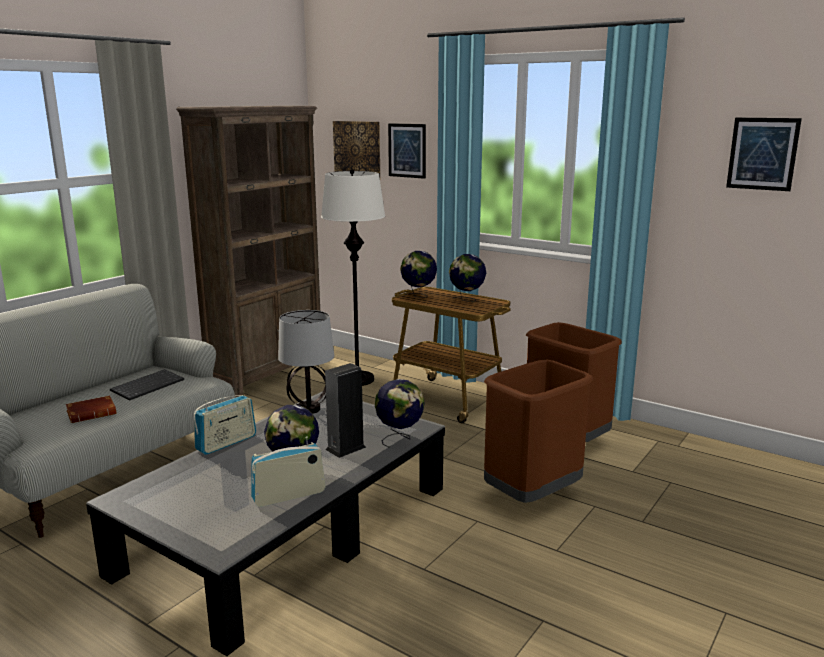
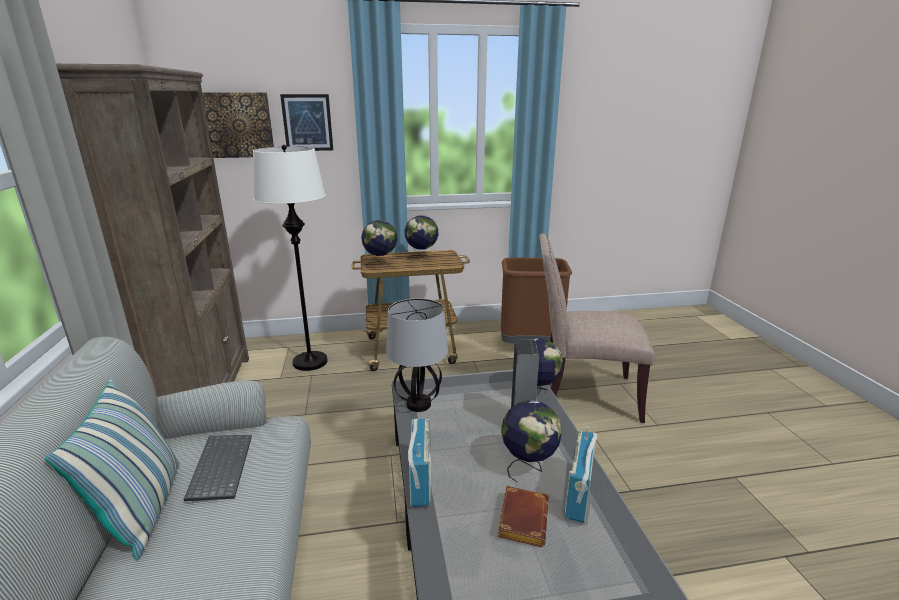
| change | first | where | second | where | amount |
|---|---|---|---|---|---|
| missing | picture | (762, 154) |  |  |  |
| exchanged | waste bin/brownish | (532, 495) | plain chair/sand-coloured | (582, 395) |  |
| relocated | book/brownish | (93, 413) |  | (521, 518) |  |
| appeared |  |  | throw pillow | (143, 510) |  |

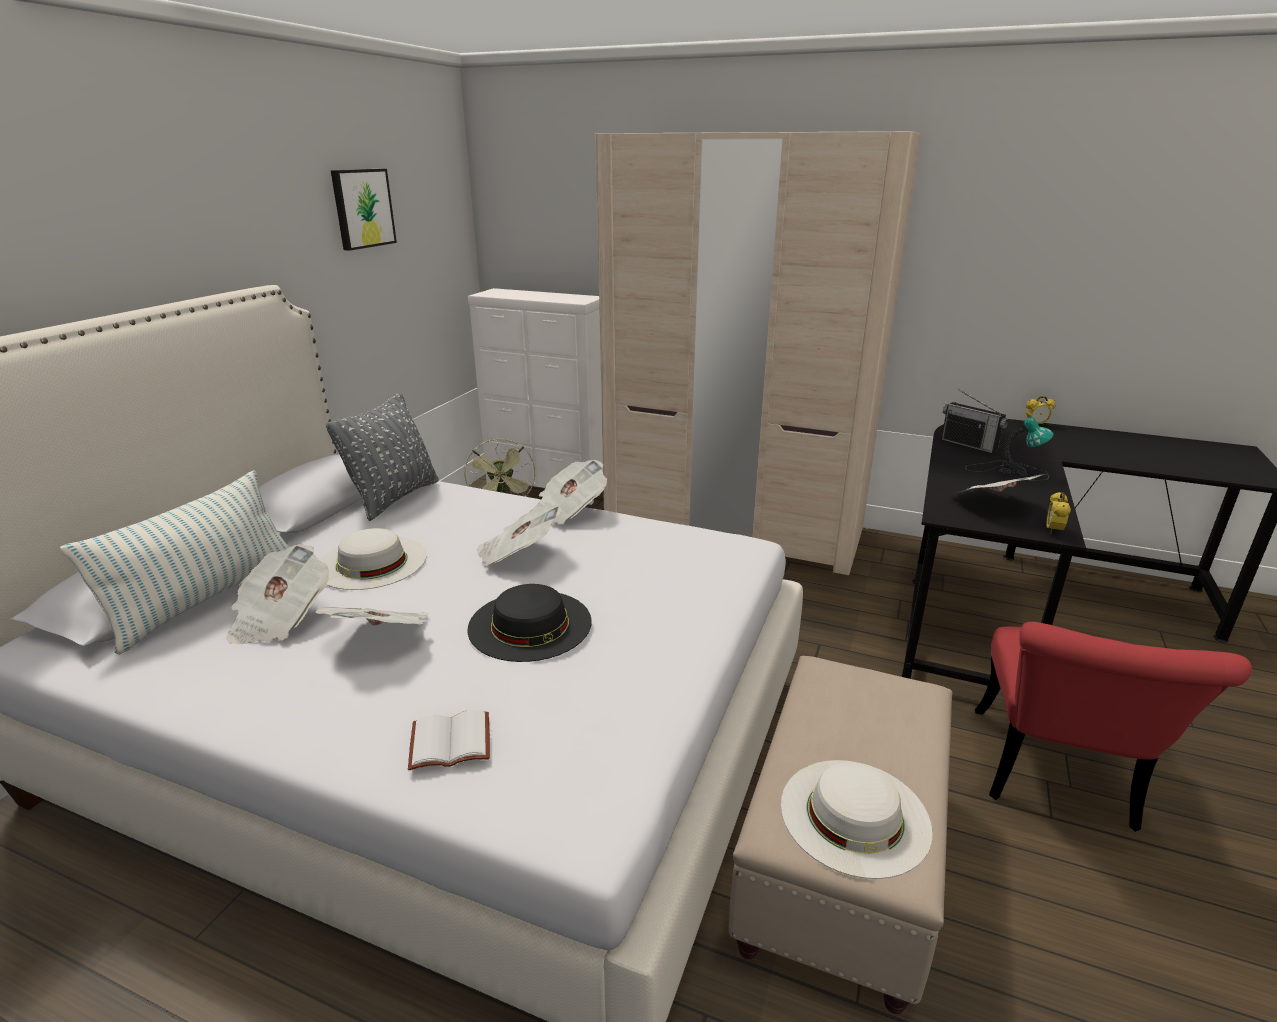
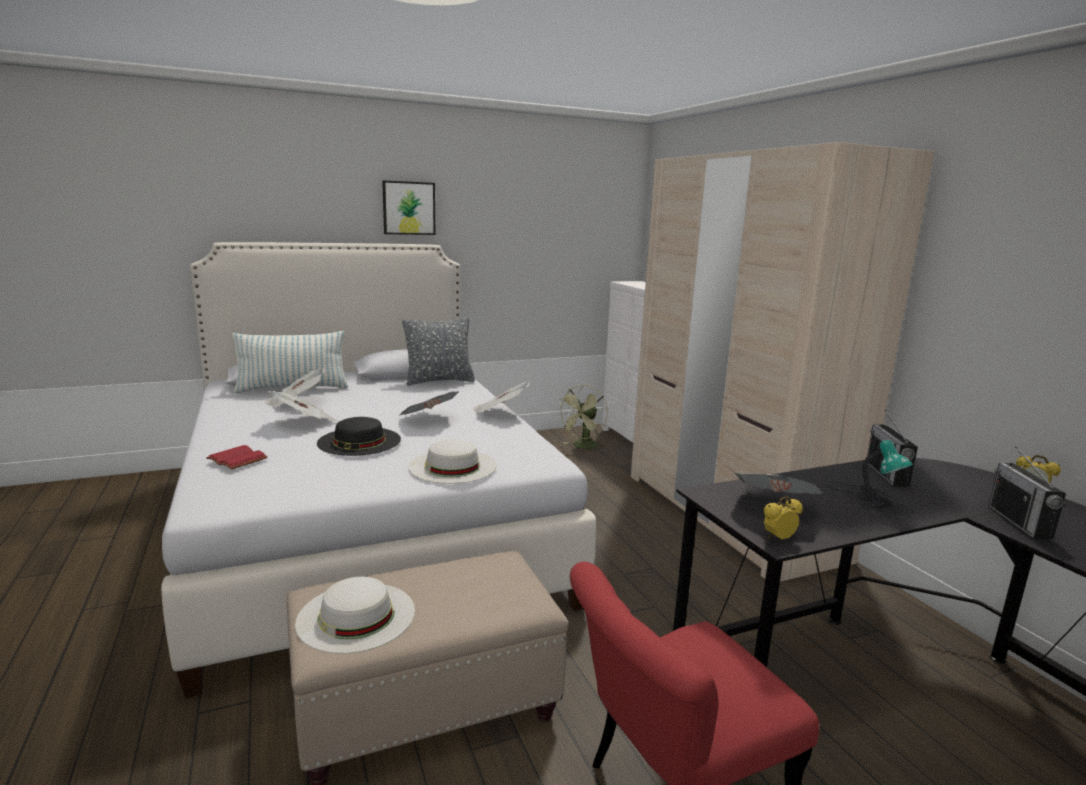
| change | first | where | second | where | amount |
|---|---|---|---|---|---|
| relocated | picture | (362, 208) |  | (408, 208) |  |
| relocated | hat/white-coloured | (372, 562) |  | (452, 466) |  |
| colour | book/white-coloured | (449, 744) | book/red-coloured | (235, 459) |  |
| appeared |  |  | radio receiver | (1019, 522) |  |

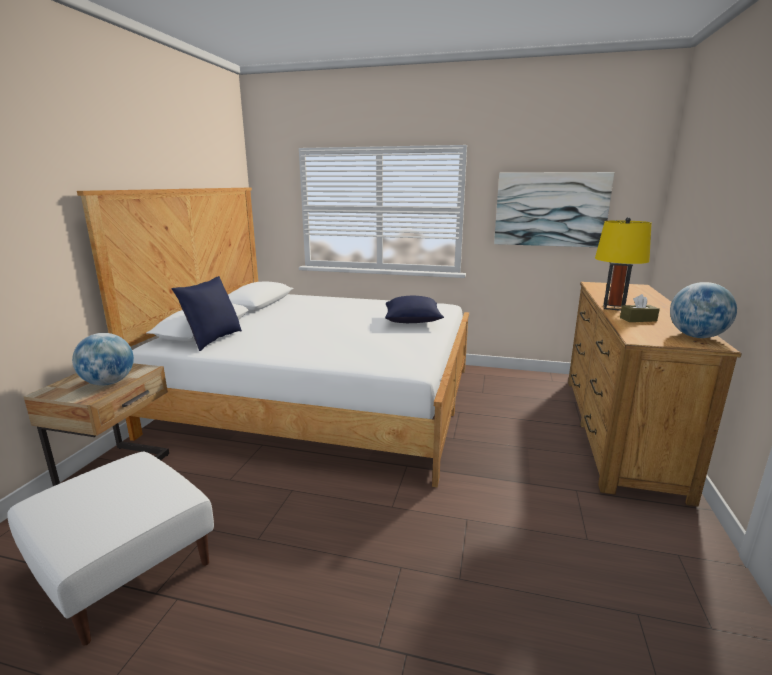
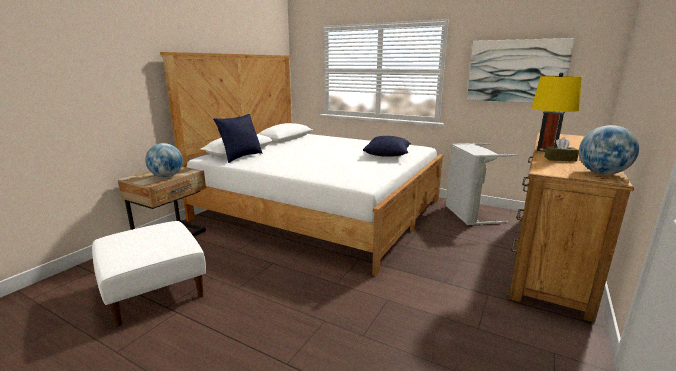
| change | first | where | second | where | amount |
|---|---|---|---|---|---|
| appeared |  |  | laundry basket/grey | (468, 214) |  |

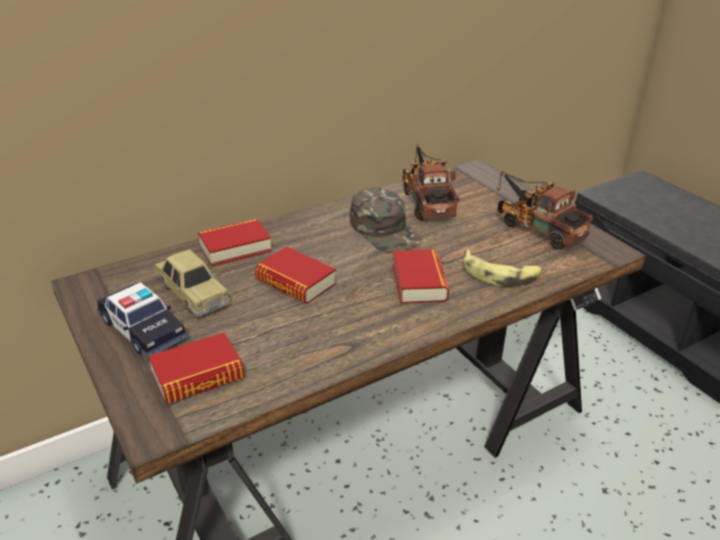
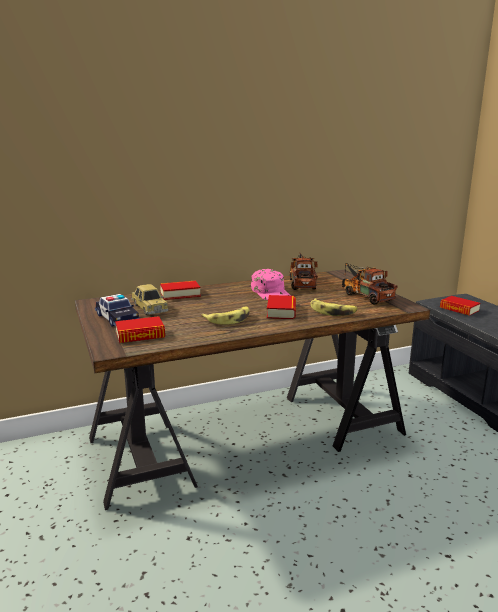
| change | first | where | second | where | amount |
|---|---|---|---|---|---|
| colour | baseball cap/green-coloured | (385, 230) | baseball cap/pink-coloured | (271, 292) |  |
| relocated | book | (295, 282) |  | (459, 309) |  |
| appeared |  |  | banana | (229, 319) |  |

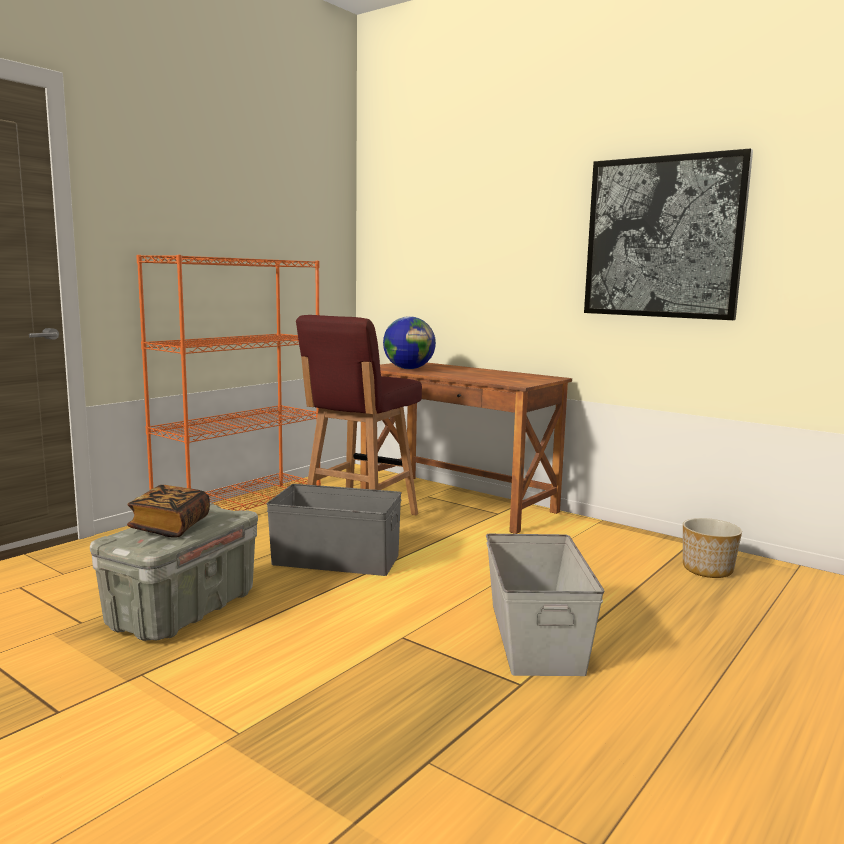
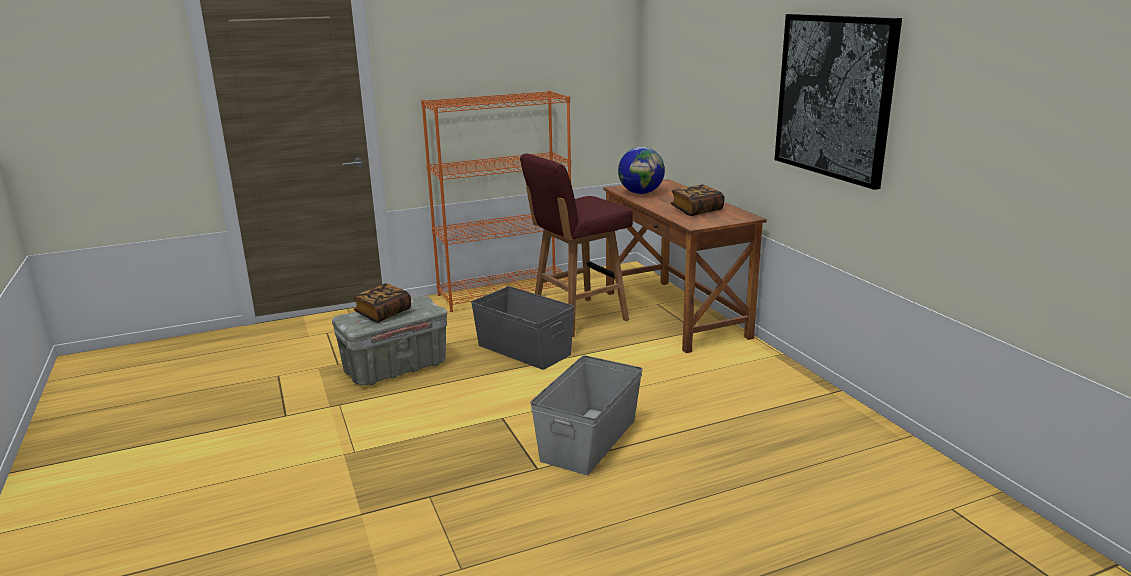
| change | first | where | second | where | amount |
|---|---|---|---|---|---|
| missing | flower pot | (707, 569) |  |  |  |
| appeared |  |  | book | (696, 210) |  |

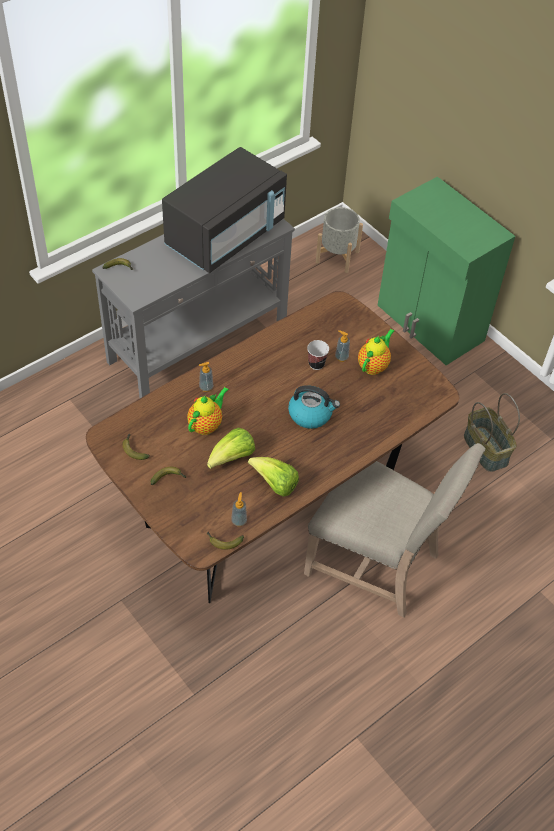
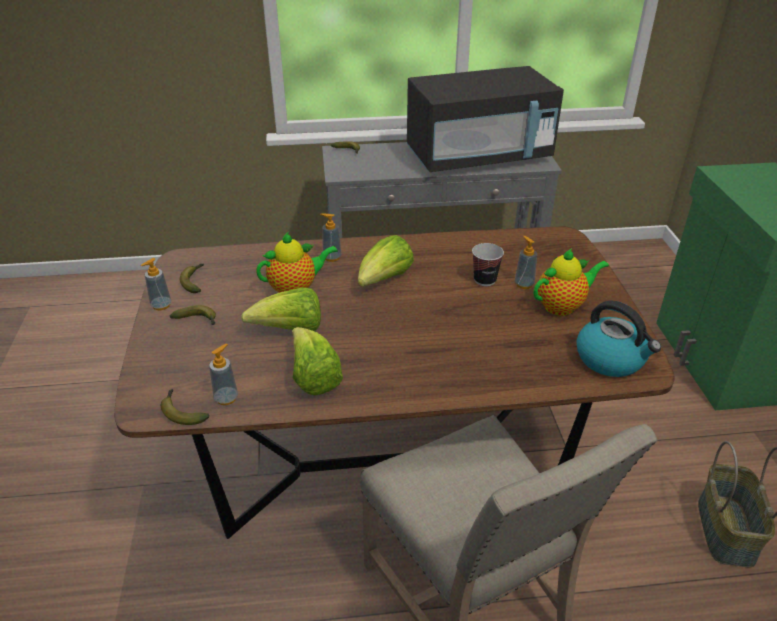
| change | first | where | second | where | amount |
|---|---|---|---|---|---|
| missing | flower pot/grey | (337, 257) |  |  |  |
| relocated | kettle | (311, 414) |  | (611, 359) |  |
| appeared |  |  | head of lettuce | (384, 280) |  |
| appeared |  |  | soap dispenser | (161, 305) |  |

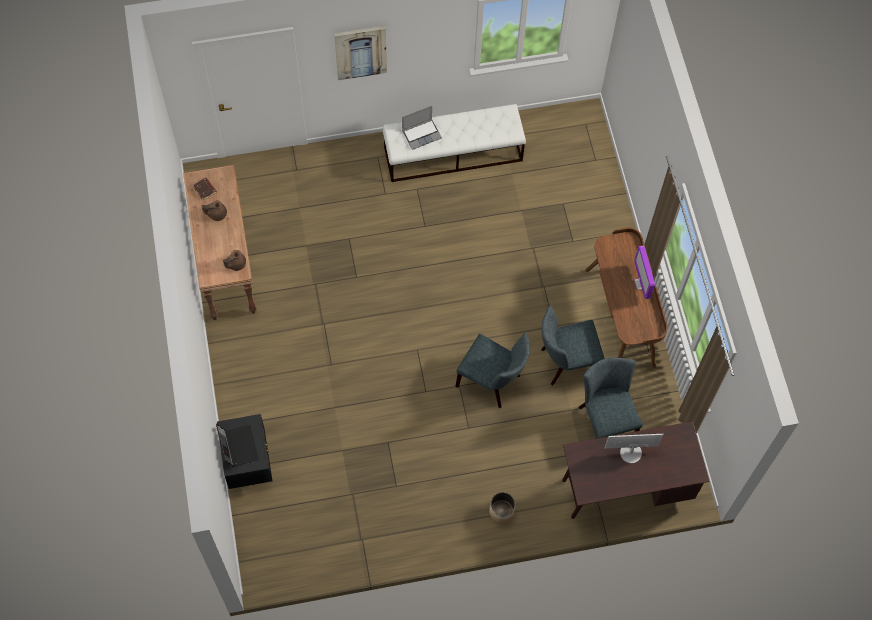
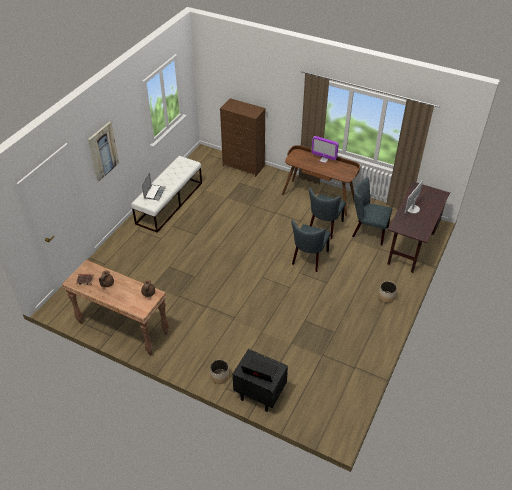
| change | first | where | second | where | amount |
|---|---|---|---|---|---|
| spun | plain chair/grey | (492, 381) |  | (309, 259) | 135 degrees clockwise |
| appeared |  |  | drawer chest/brownish | (244, 166) |  |
| appeared |  |  | flower pot | (219, 376) |  |

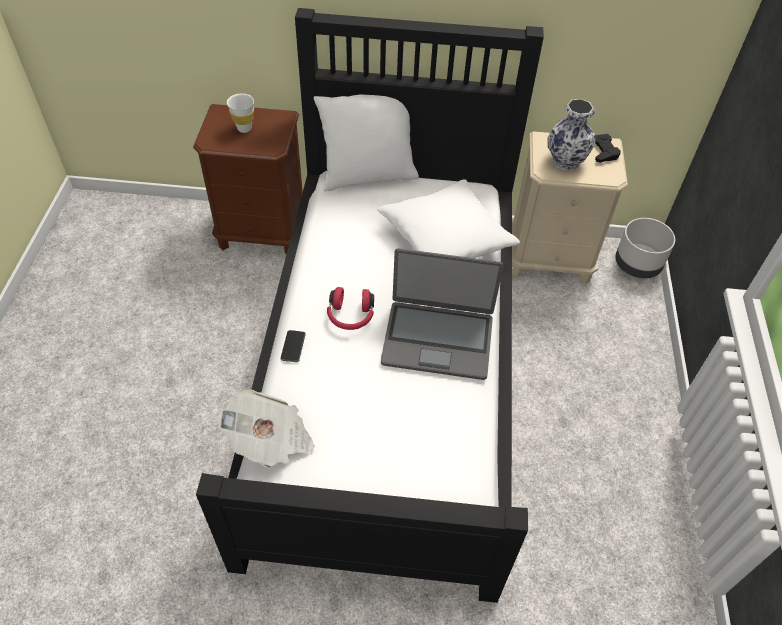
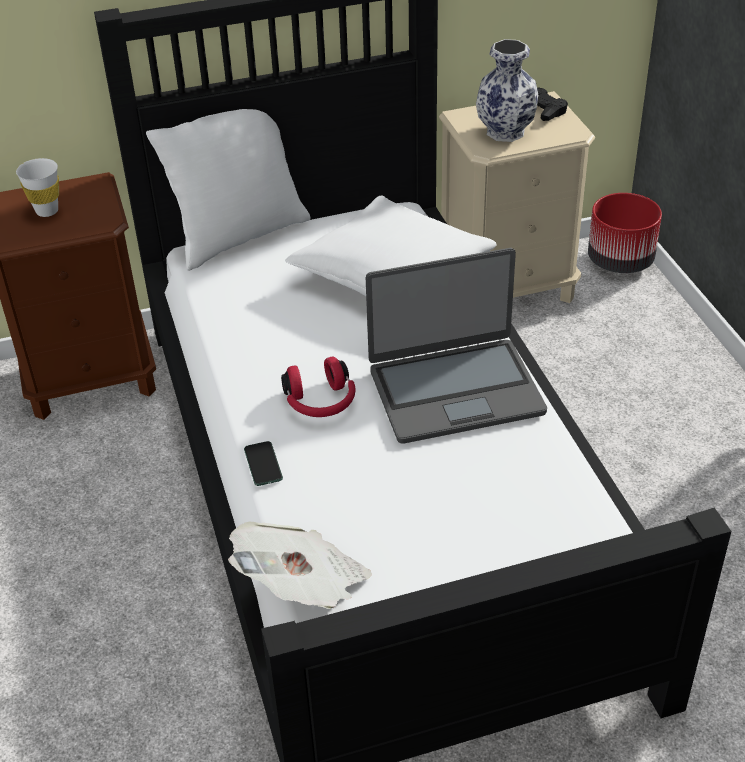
| change | first | where | second | where | amount |
|---|---|---|---|---|---|
| colour | flower pot/grey | (637, 265) | flower pot/red-coloured | (620, 261) |  |

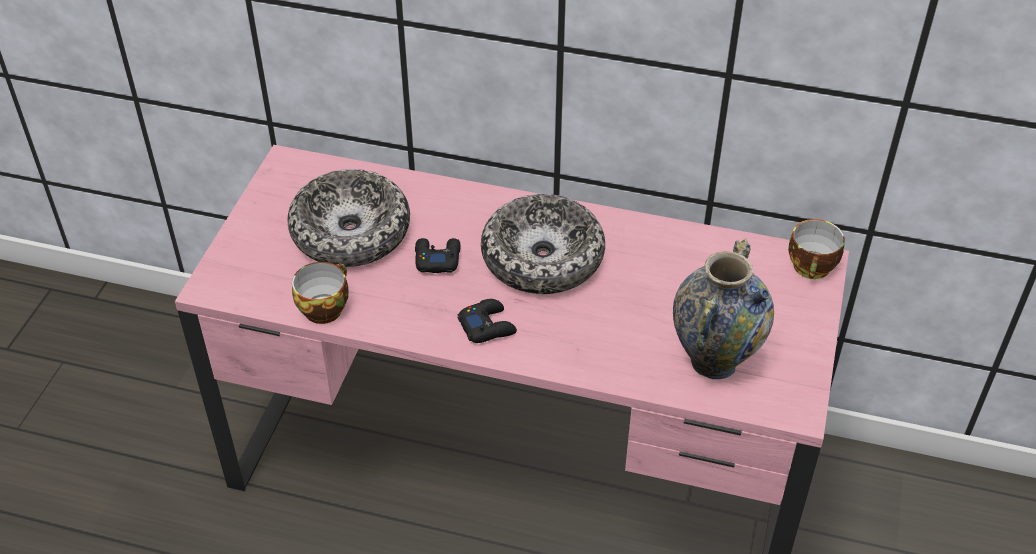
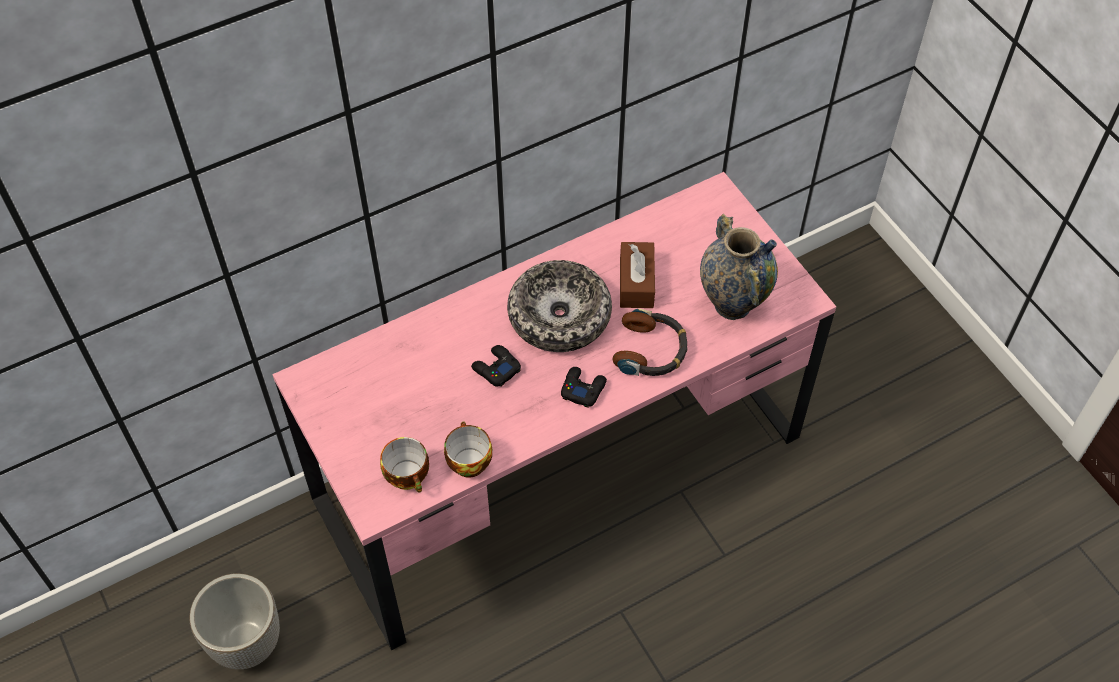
| change | first | where | second | where | amount |
|---|---|---|---|---|---|
| missing | serving bowl | (351, 232) |  |  |  |
| relocated | cup | (812, 268) |  | (409, 476) |  |
| appeared |  |  | tissue holder/brownish | (636, 283) |  |
| appeared |  |  | headphones | (651, 350) |  |
| appeared |  |  | flower pot | (246, 642) |  |

